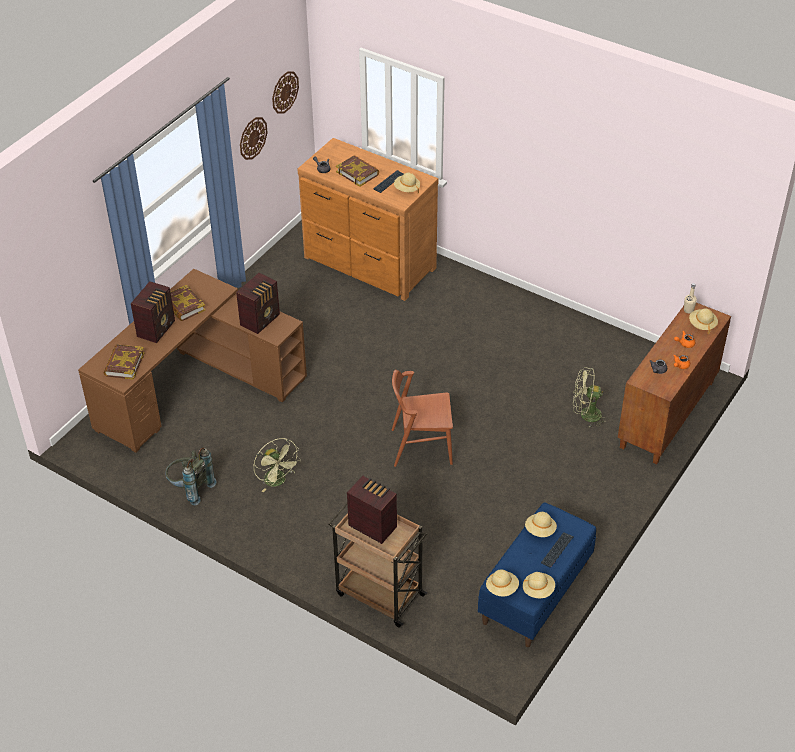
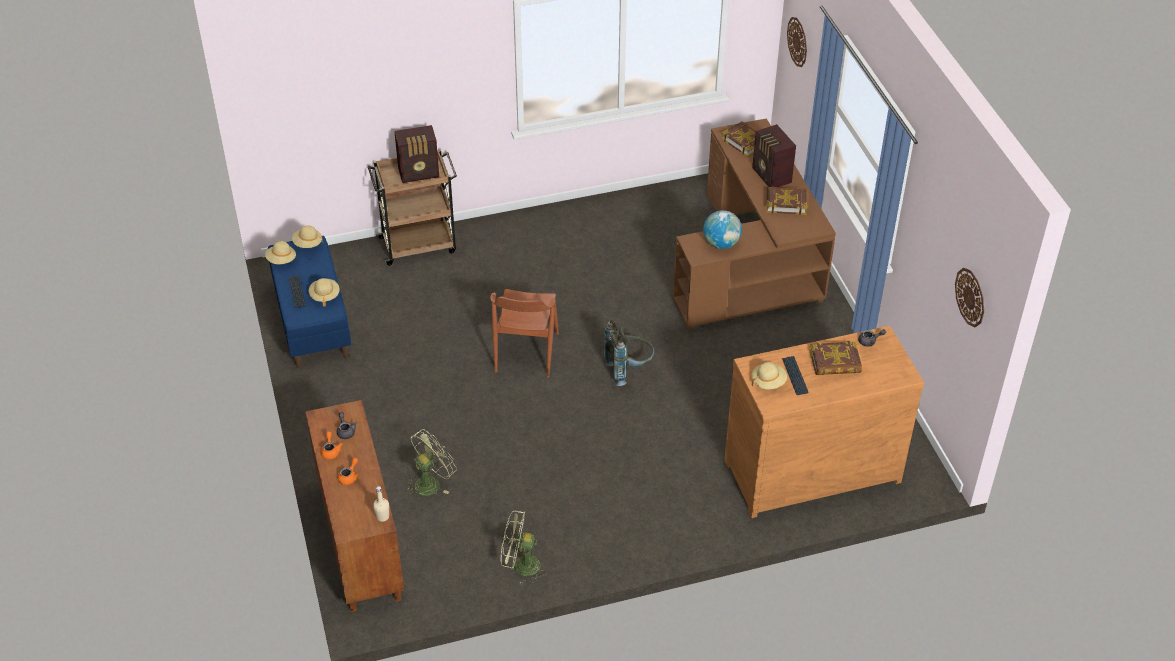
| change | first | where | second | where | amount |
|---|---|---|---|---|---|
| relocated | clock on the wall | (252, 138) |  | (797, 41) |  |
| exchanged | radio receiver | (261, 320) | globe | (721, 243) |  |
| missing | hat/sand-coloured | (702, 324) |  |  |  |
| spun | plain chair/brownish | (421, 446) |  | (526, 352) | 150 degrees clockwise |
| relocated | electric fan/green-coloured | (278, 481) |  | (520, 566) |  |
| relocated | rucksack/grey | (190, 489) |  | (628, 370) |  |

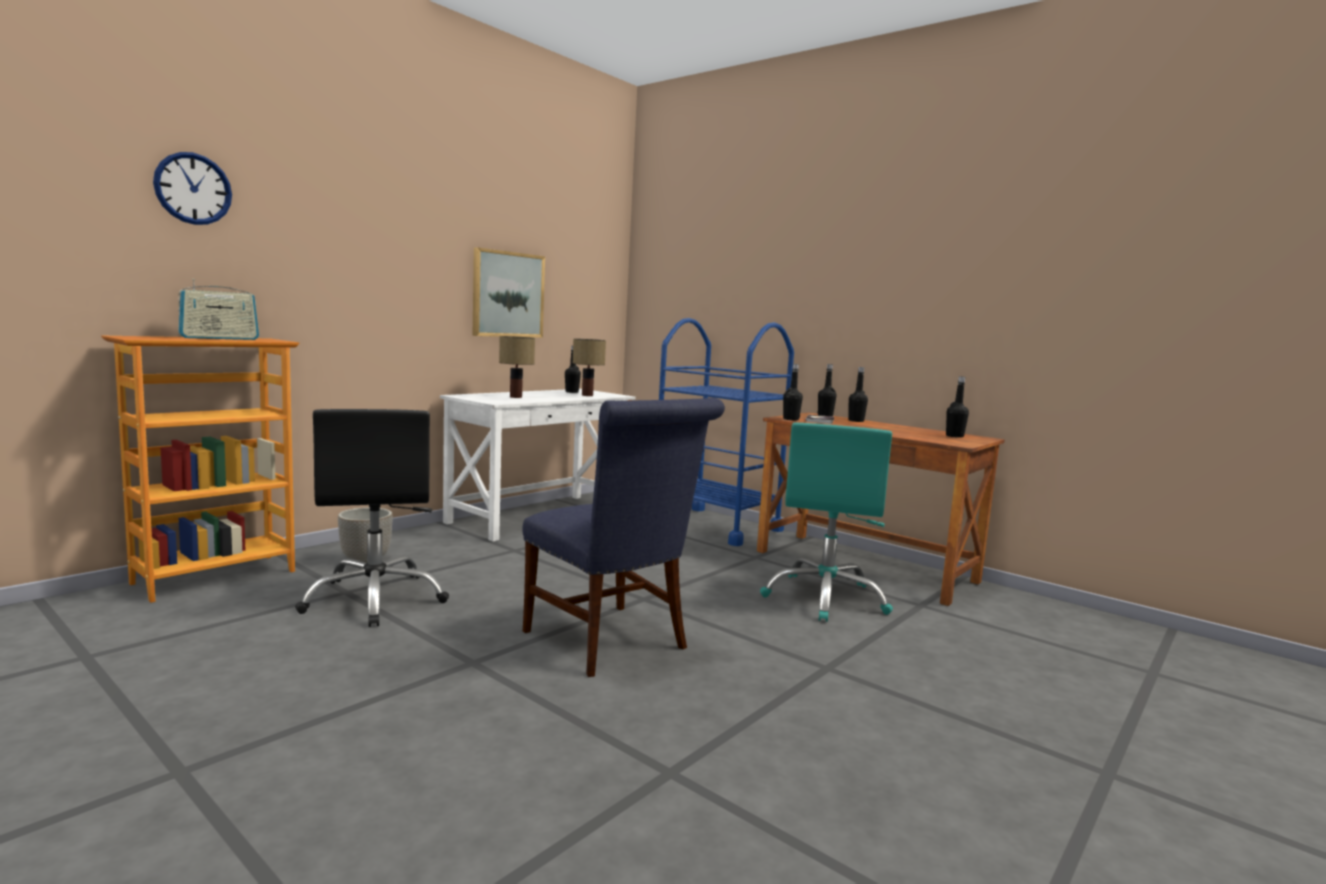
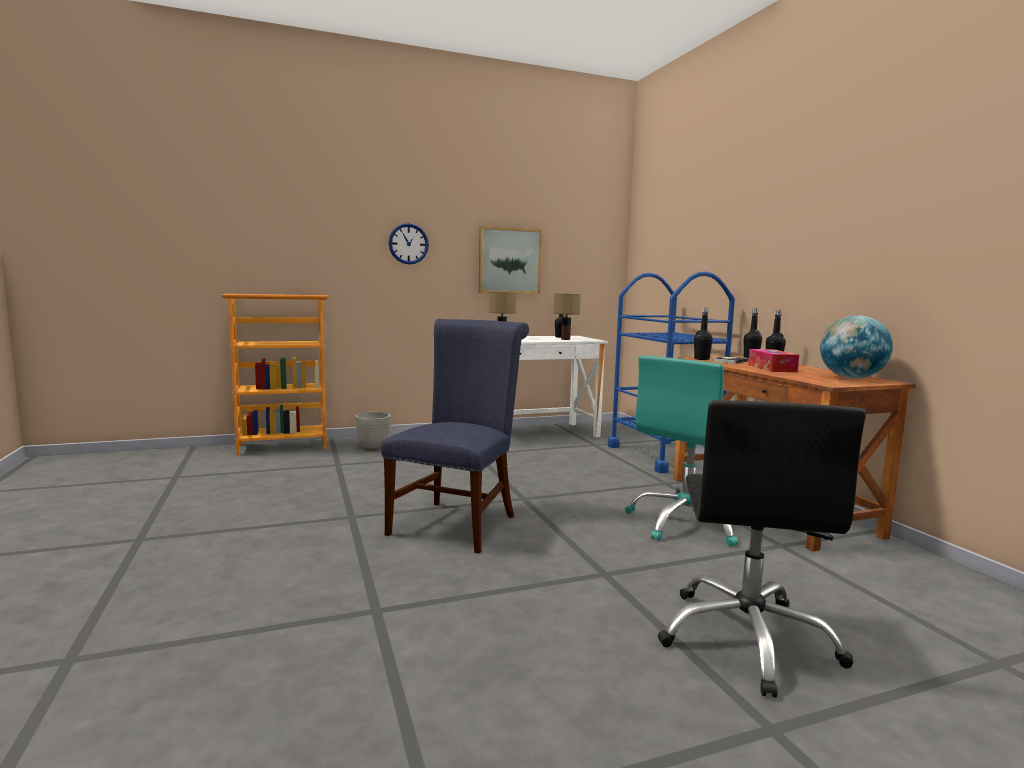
| change | first | where | second | where | amount |
|---|---|---|---|---|---|
| relocated | clock on the wall | (193, 188) |  | (408, 244) |  |
| missing | radio receiver | (219, 338) |  |  |  |
| exchanged | beverage bottle/blackish | (954, 436) | globe | (851, 378) |  |
| spun | plain chair/blue | (611, 642) |  | (457, 522) | 150 degrees counterclockwise |
| relocated | desk chair/blackish | (375, 599) |  | (748, 639) |  |
| appeared |  |  | tissue holder | (771, 368) |  |

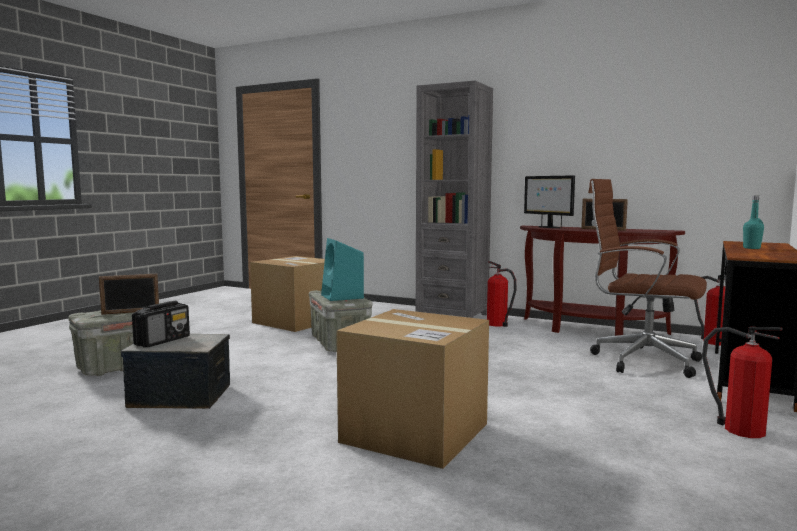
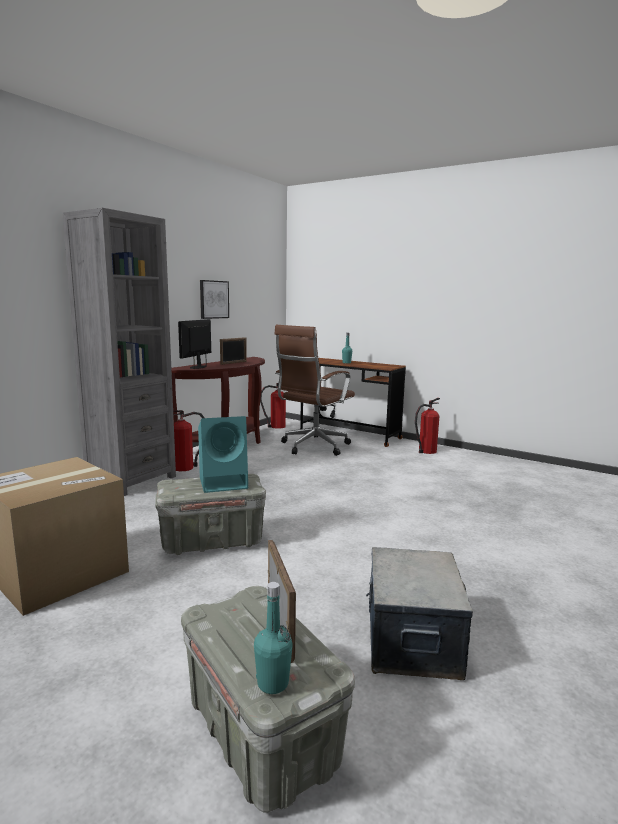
| change | first | where | second | where | amount |
|---|---|---|---|---|---|
| spun | monitor | (548, 227) |  | (198, 367) | 135 degrees clockwise |
| missing | radio receiver | (163, 341) |  |  |  |
| missing | carton | (415, 433) |  |  |  |
| appeared |  |  | picture | (213, 299) |  |
| appeared |  |  | beverage bottle/blue-green | (273, 683) |  |

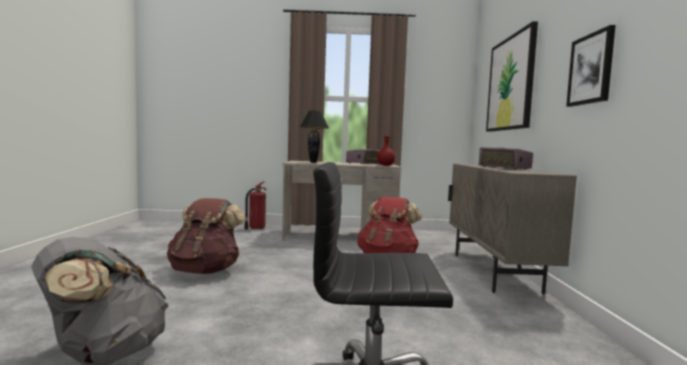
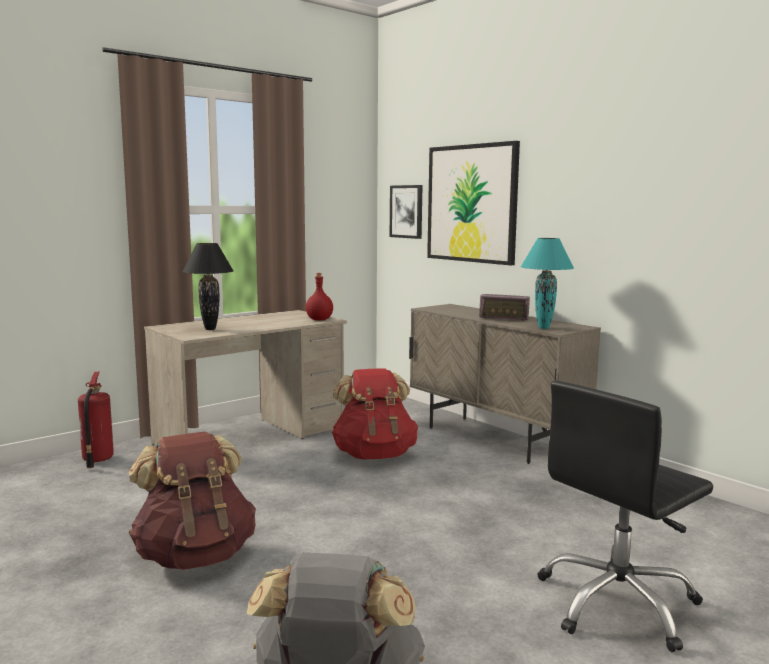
| change | first | where | second | where | amount |
|---|---|---|---|---|---|
| relocated | picture | (591, 69) |  | (406, 211) |  |
| missing | radio receiver | (364, 164) |  |  |  |
| appeared |  |  | tabletop lamp/blue-green | (543, 328) |  |

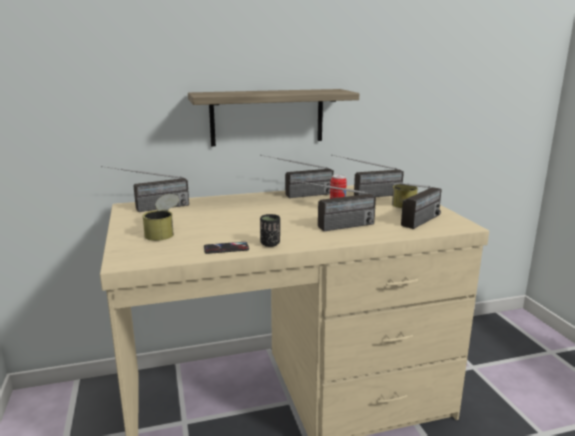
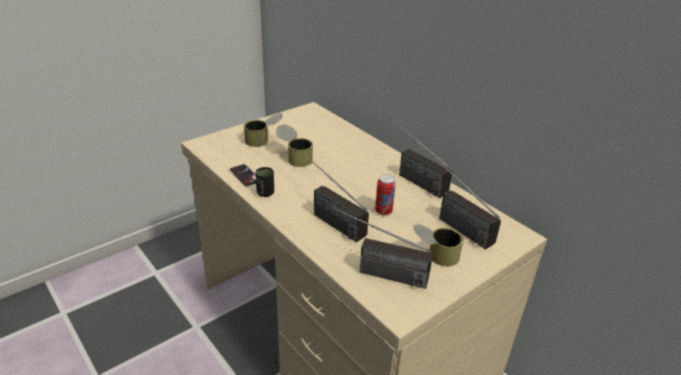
| change | first | where | second | where | amount |
|---|---|---|---|---|---|
| missing | shelf | (267, 117) |  |  |  |
| missing | radio receiver | (149, 209) |  |  |  |
| appeared |  |  | sealed can | (294, 157) |  |

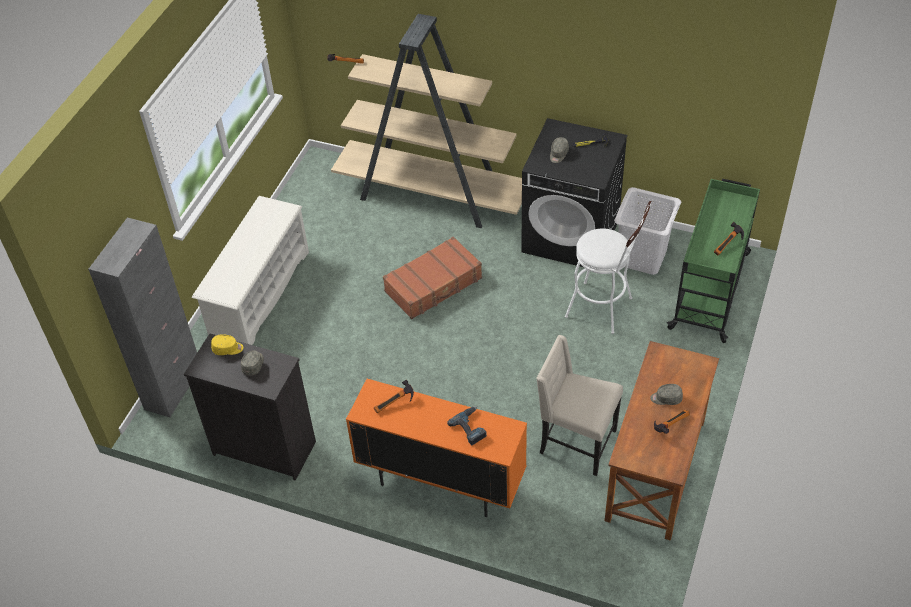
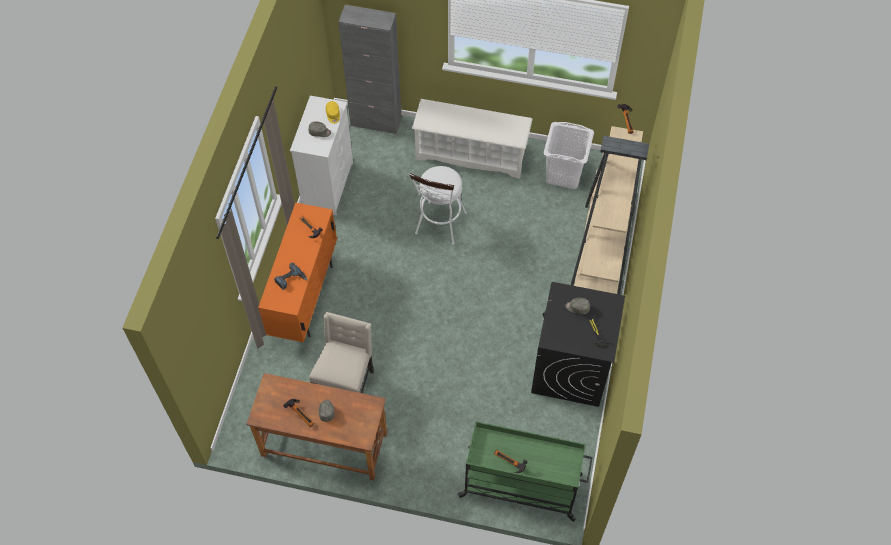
| change | first | where | second | where | amount |
|---|---|---|---|---|---|
| relocated | laundry basket/white-coloured | (642, 257) |  | (564, 174) |  |
| relocated | sitting stool/white-coloured | (604, 309) |  | (439, 227) |  |
| missing | suitcase/brownish | (434, 285) |  |  |  |
| colour | drawer chest/blackish | (264, 447) | drawer chest/white-coloured | (328, 185) |  |

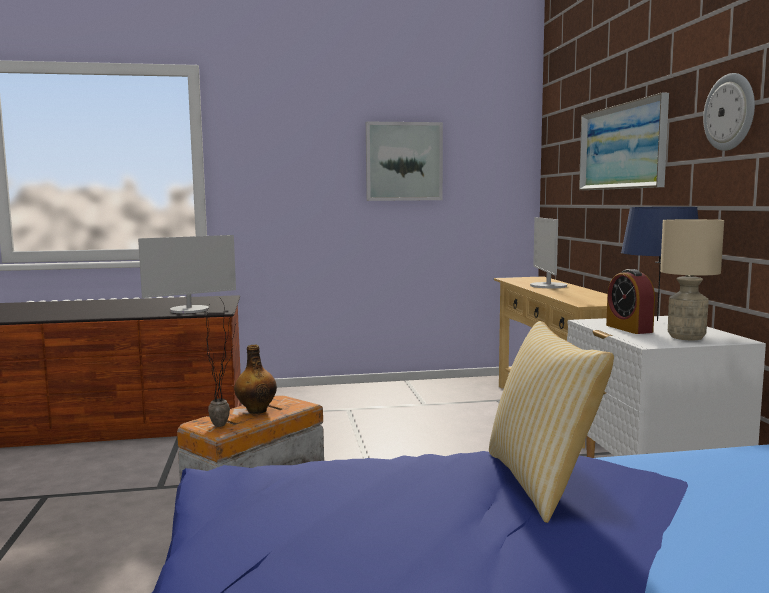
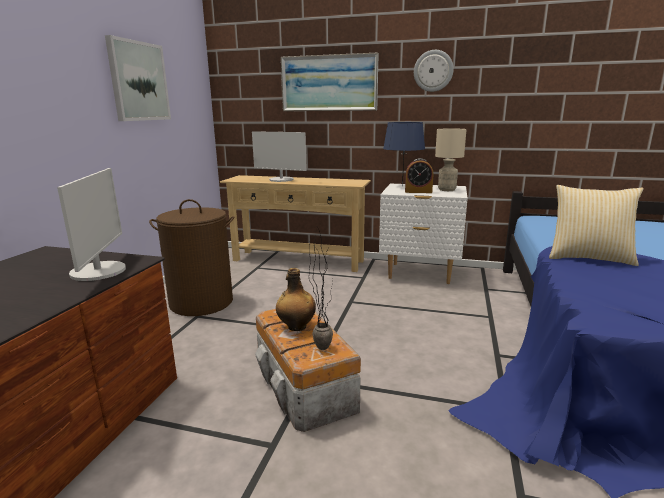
| change | first | where | second | where | amount |
|---|---|---|---|---|---|
| appeared |  |  | laundry basket/brownish | (202, 302) |  |

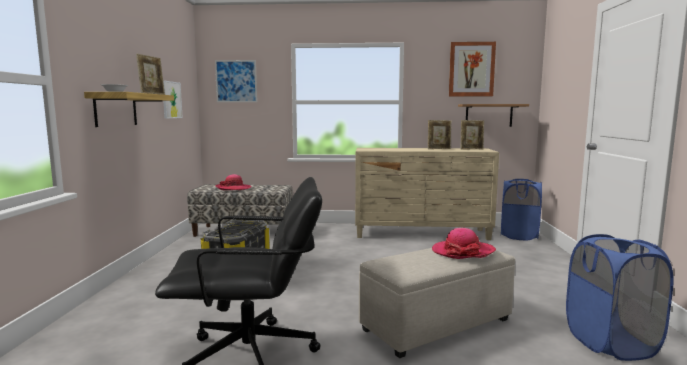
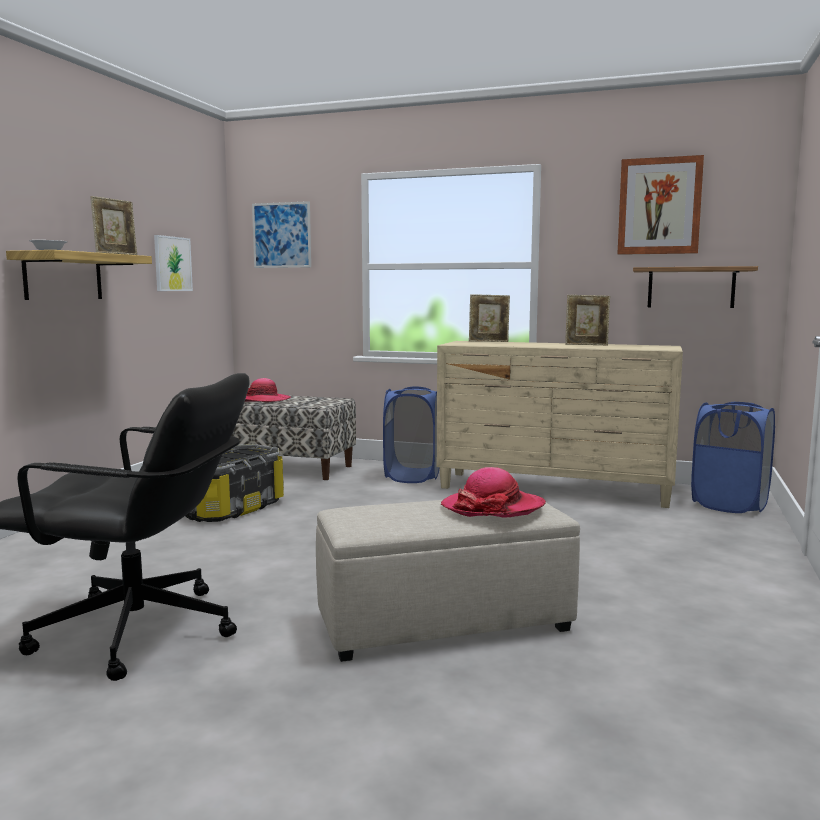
| change | first | where | second | where | amount |
|---|---|---|---|---|---|
| relocated | picture frame | (471, 149) |  | (488, 341) |  |
| relocated | laundry basket/blue | (610, 342) |  | (412, 476) |  |

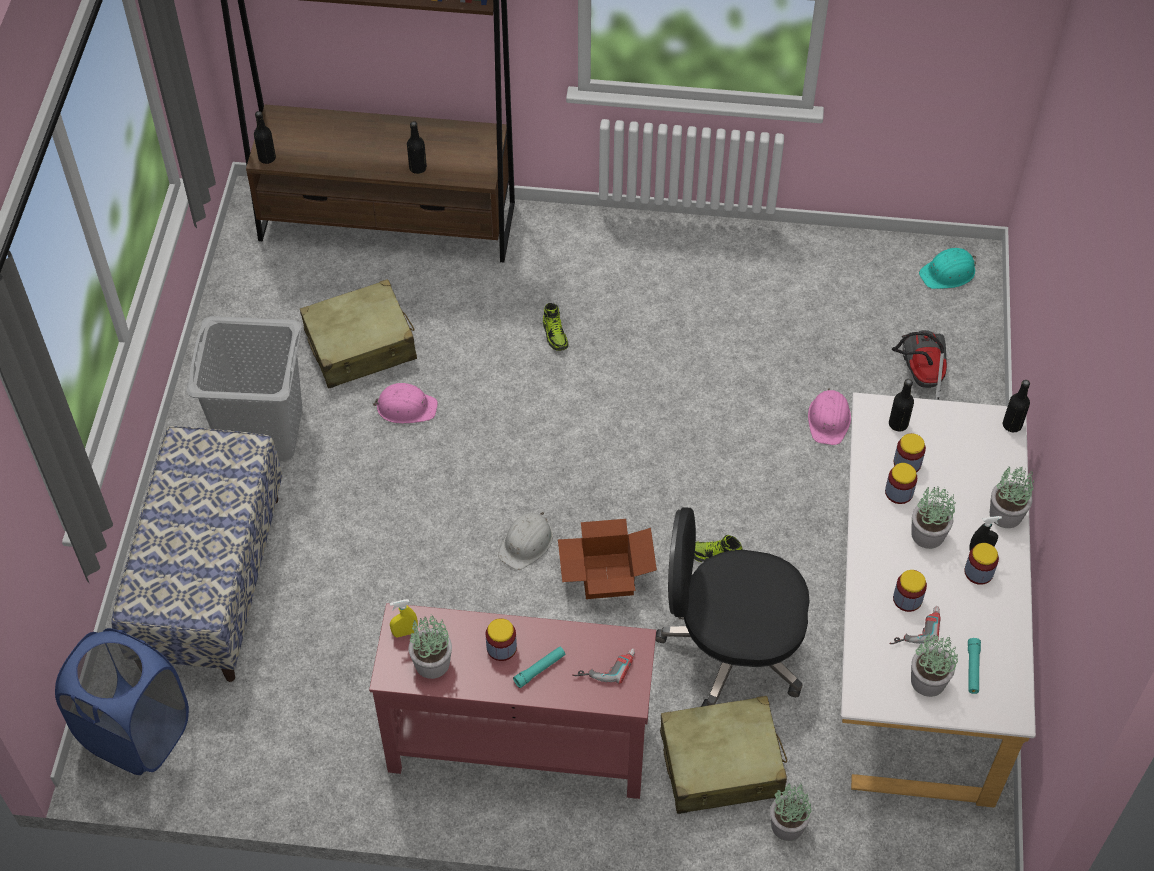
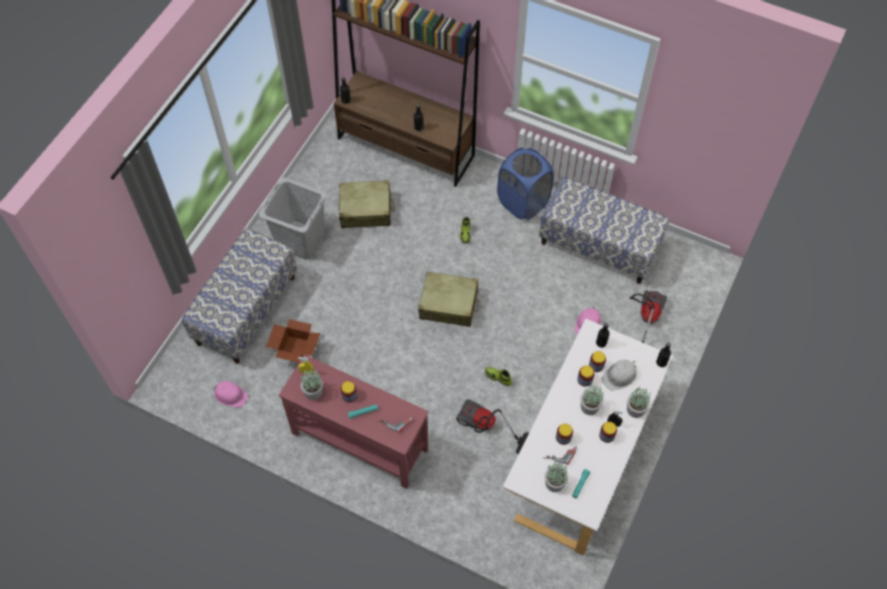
| change | first | where | second | where | amount |
|---|---|---|---|---|---|
| missing | hard hat/blue-green | (948, 273) |  |  |  |
| relocated | hard hat/pink-coloured | (406, 407) |  | (230, 395) |  |
| exchanged | desk chair/blackish | (731, 648) | hoover | (485, 428) |  |
| relocated | hard hat/white-coloured | (526, 543) |  | (620, 376) |  |
| relocated | carton | (605, 575) |  | (295, 349) |  |
| relocated | laundry basket/blue | (137, 733) |  | (523, 202) |  |
| relocated | suitcase/sand-coloured | (721, 765) |  | (449, 304) |  |
| missing | plant in a pot | (788, 825) |  |  |  |
| appeared |  |  | long seat | (599, 246) |  |

